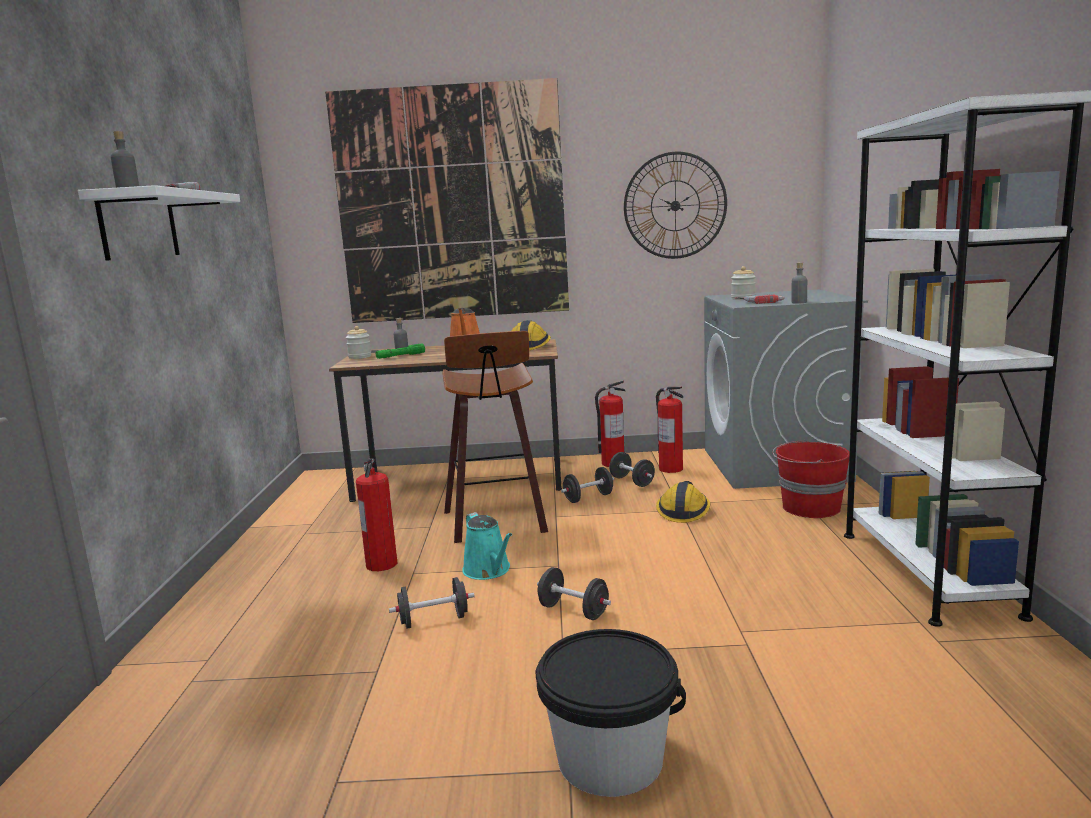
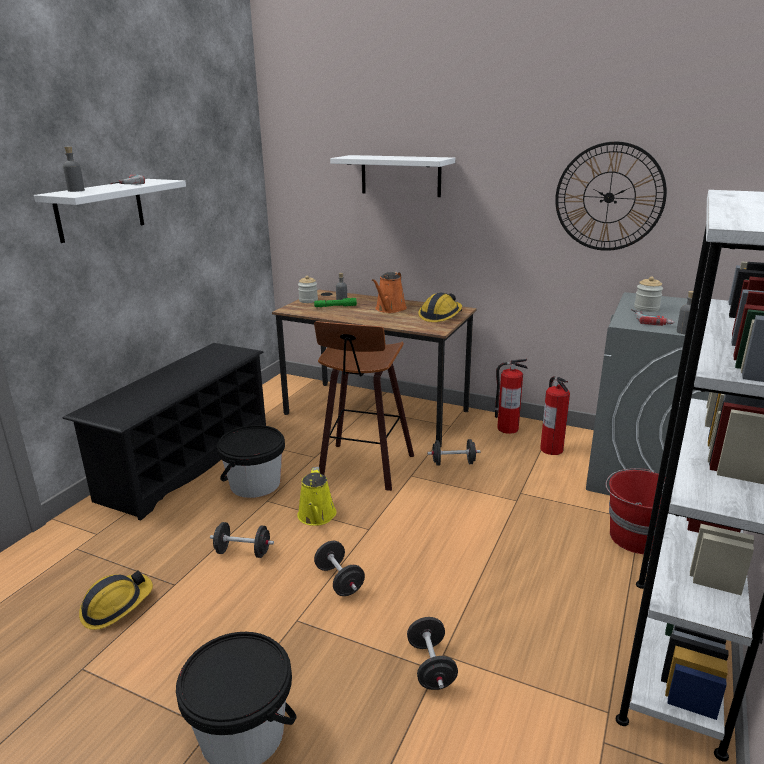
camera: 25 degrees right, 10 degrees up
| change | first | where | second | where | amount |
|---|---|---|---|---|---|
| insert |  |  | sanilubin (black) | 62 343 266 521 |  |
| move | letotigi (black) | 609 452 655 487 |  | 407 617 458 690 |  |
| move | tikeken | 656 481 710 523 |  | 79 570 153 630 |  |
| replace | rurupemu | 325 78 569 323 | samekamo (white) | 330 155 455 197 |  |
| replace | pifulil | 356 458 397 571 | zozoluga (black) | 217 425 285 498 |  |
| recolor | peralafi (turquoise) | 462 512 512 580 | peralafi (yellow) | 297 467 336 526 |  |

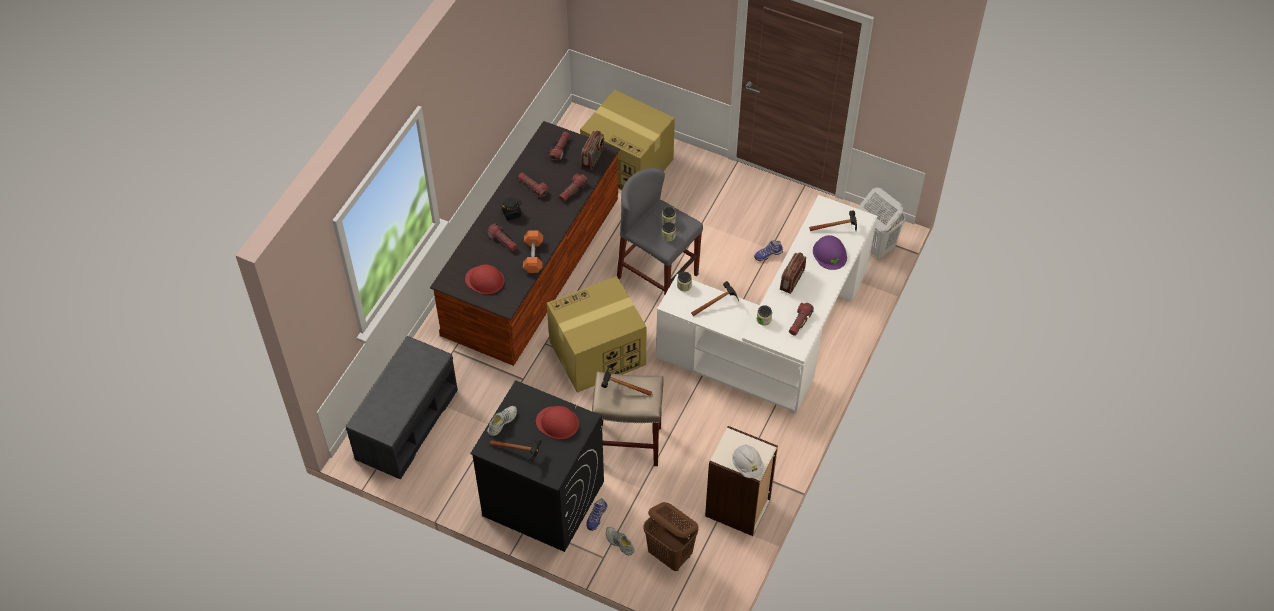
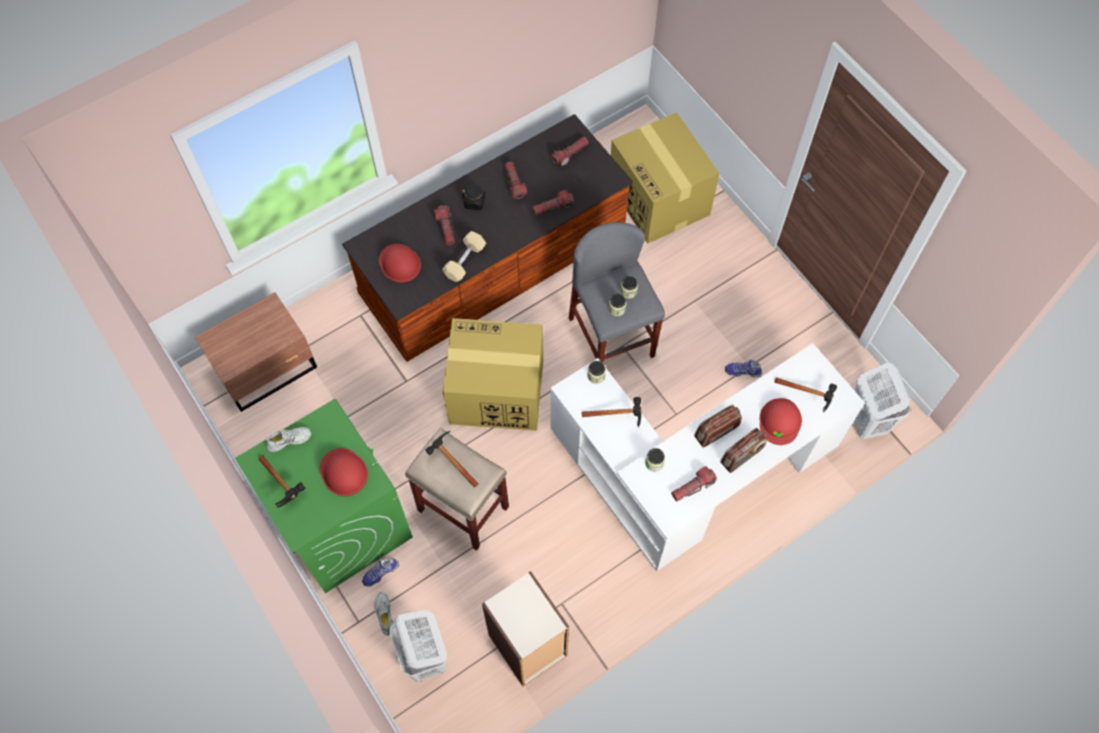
camera: 30 degrees right, 10 degrees up
| change | first | where | second | where | amount |
|---|---|---|---|---|---|
| delete | tikeken (white) | 732 444 764 478 |  |  |  |
| move | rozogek | 581 130 605 170 |  | 720 428 767 473 |  |
| replace | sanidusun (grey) | 346 336 458 480 | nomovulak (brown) | 195 292 317 412 |  |
| recolor | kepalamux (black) | 470 380 604 552 | kepalamux (green) | 235 399 413 593 |  |
| recolor | letotigi (orange) | 523 231 543 273 | letotigi (beige) | 442 231 486 282 |  |
| recolor | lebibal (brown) | 644 502 698 571 | lebibal (white) | 390 610 448 682 |  |
| recolor | tikeken (purple) | 813 235 847 270 | tikeken (red) | 760 398 802 445 |  |

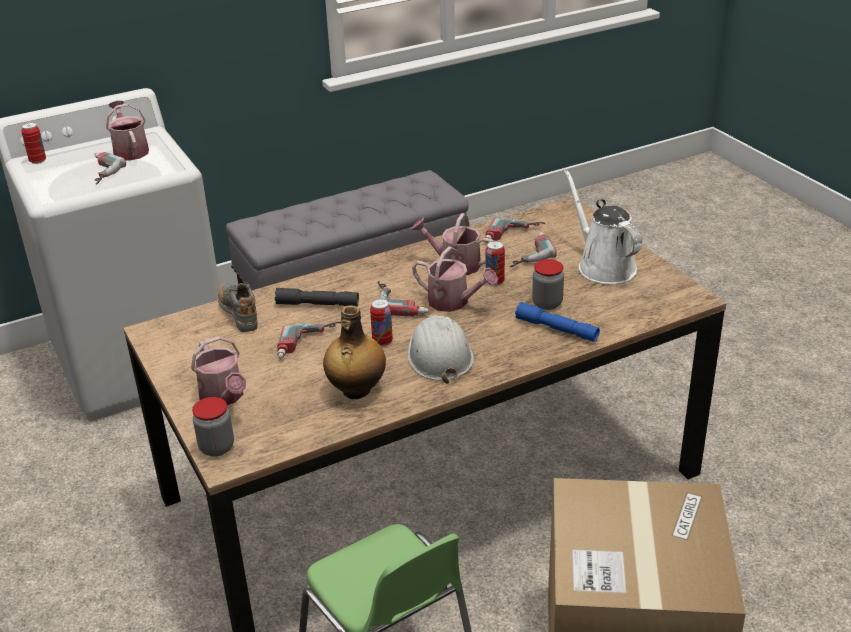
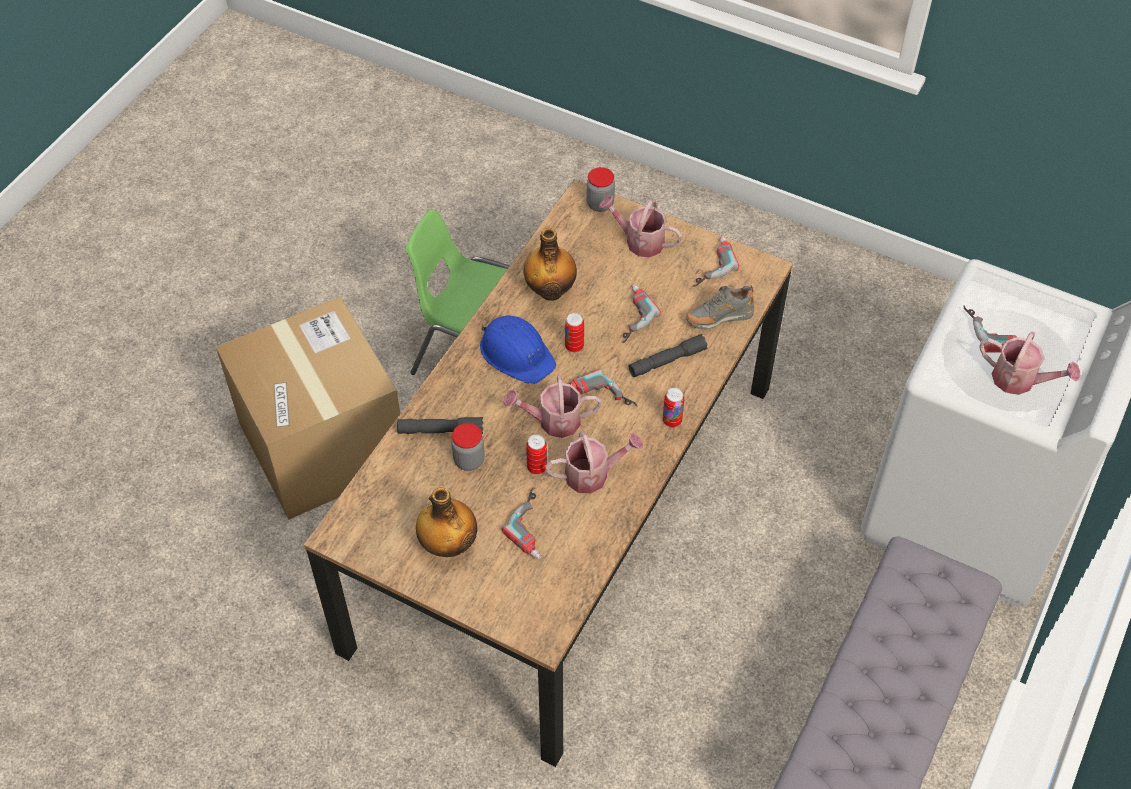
camera: 145 degrees right, 20 degrees up
| change | first | where | second | where | amount |
|---|---|---|---|---|---|
| move | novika | 21 122 46 164 |  | 663 388 685 427 |  |
| move | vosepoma | 485 218 545 243 |  | 693 236 739 287 |  |
| replace | peralafi (white) | 564 169 642 284 | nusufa | 416 487 477 557 |  |
| recolor | tikeken (white) | 408 315 474 384 | tikeken (blue) | 480 315 556 384 |  |
| recolor | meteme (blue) | 515 302 600 342 | meteme (grey) | 397 417 483 434 |  |
| rotate | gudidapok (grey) | 218 282 258 332 |  | 686 285 754 329 | 135 degrees clockwise |

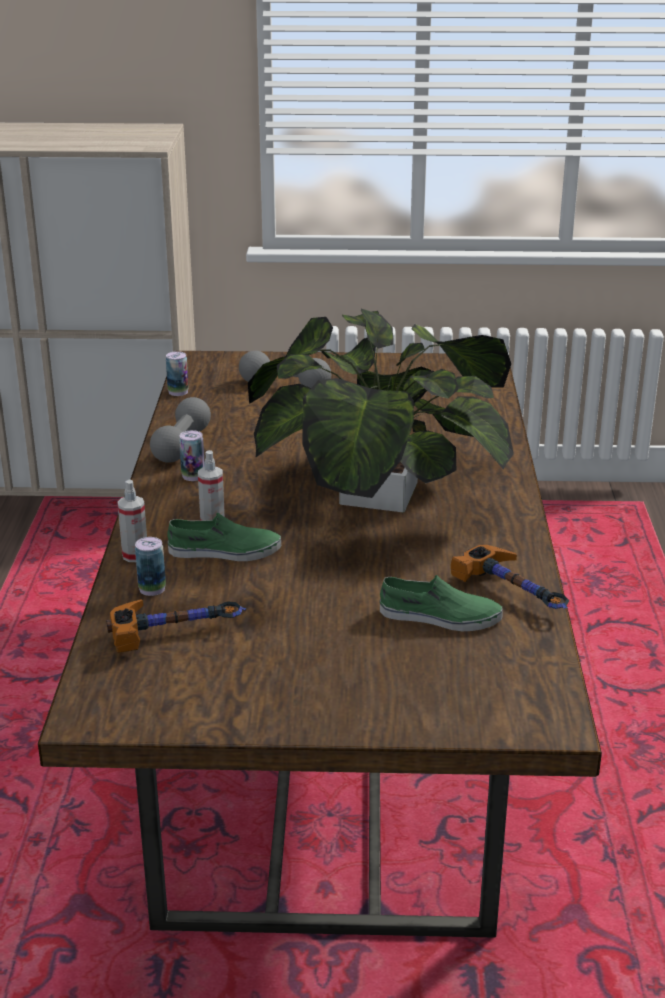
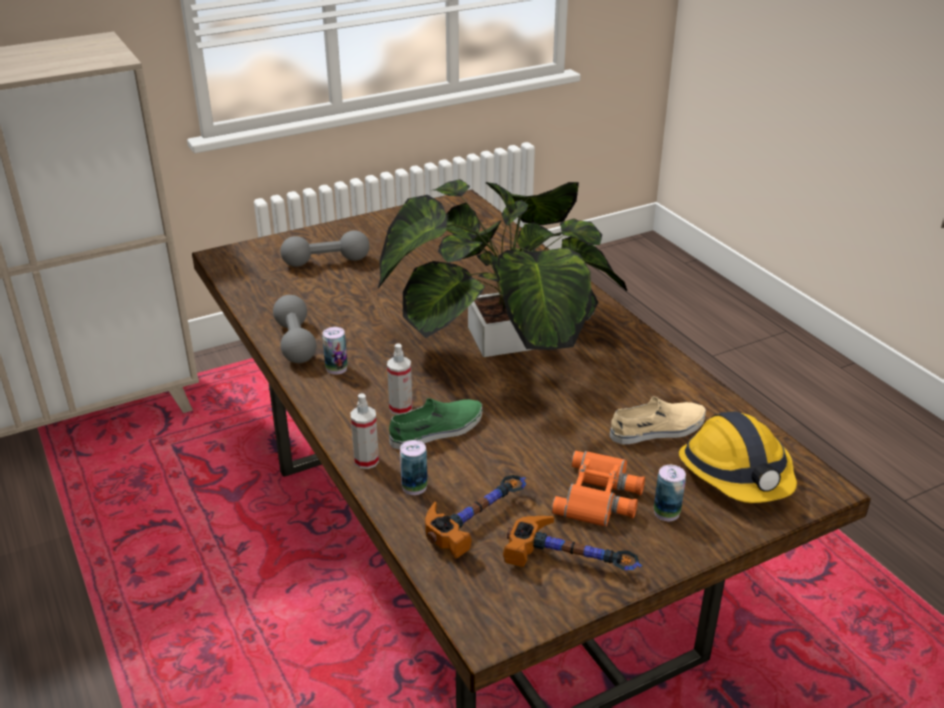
camera: 30 degrees left, 5 degrees up
| change | first | where | second | where | amount |
|---|---|---|---|---|---|
| insert |  |  | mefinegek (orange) | 552 451 645 527 |  |
| insert |  |  | tikeken | 679 411 797 503 |  |
| move | novika | 166 351 189 396 |  | 654 465 686 521 |  |
| move | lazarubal | 451 545 569 609 |  | 503 516 643 570 |  |
| recolor | gudidapok (green) | 380 575 503 631 | gudidapok (beige) | 610 397 706 444 |  |

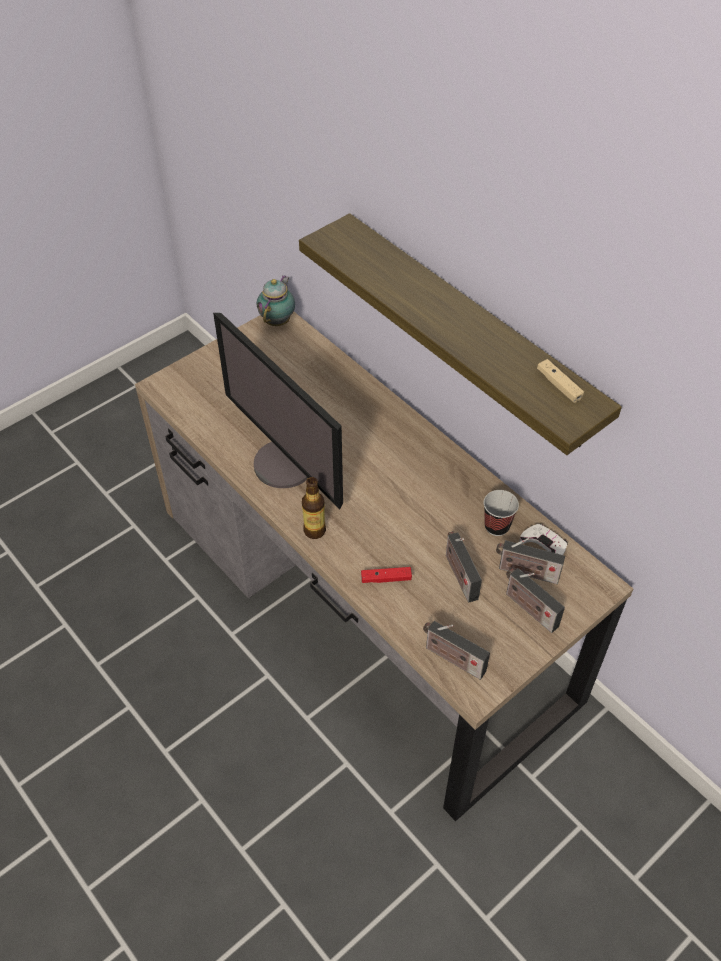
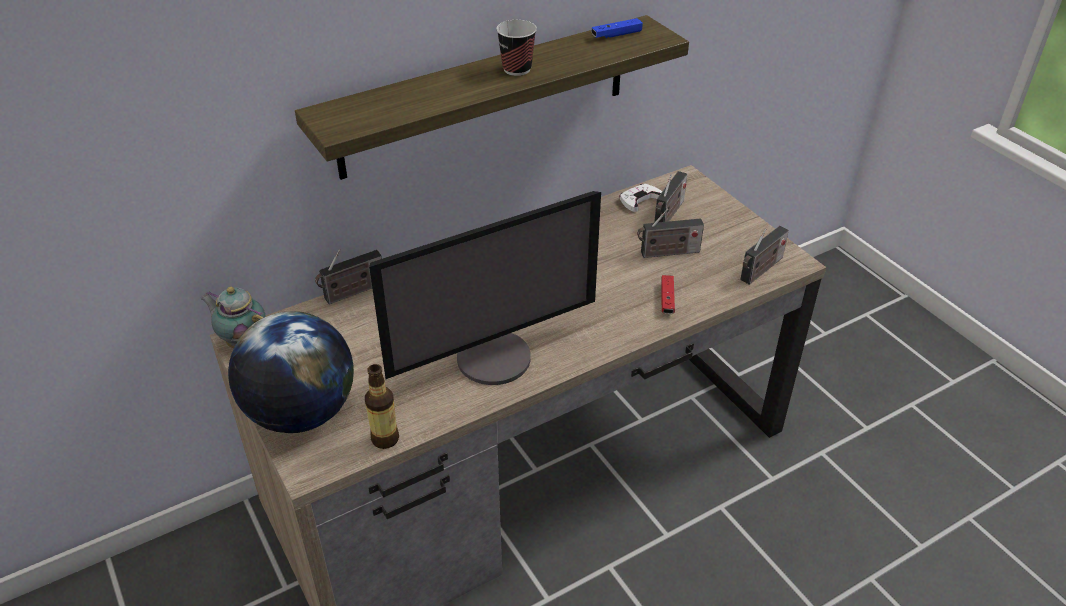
camera: 80 degrees left, 10 degrees down
| change | first | where | second | where | amount |
|---|---|---|---|---|---|
| insert |  |  | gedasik | 228 311 354 433 |  |
| move | nusufa | 302 477 326 539 |  | 365 364 399 449 |  |
| move | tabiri | 484 490 519 536 |  | 496 20 537 76 |  |
| move | rozogek | 506 568 565 633 |  | 315 249 382 304 |  |
| recolor | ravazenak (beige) | 537 359 584 403 | ravazenak (blue) | 592 18 643 38 |  |

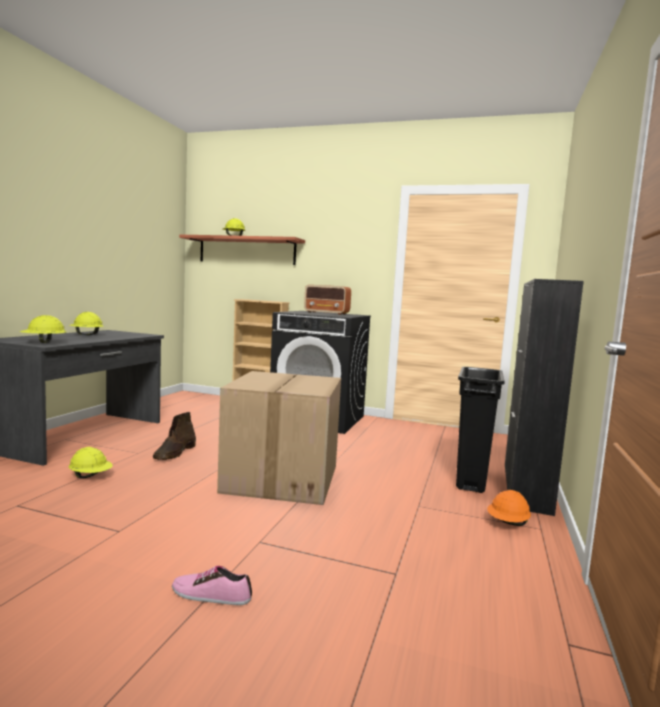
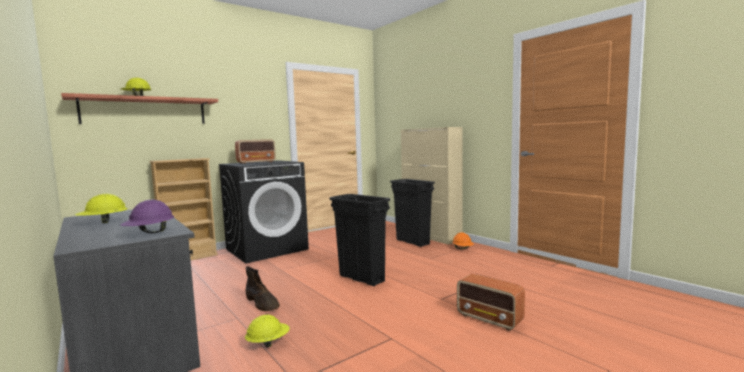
camera: 55 degrees left, 0 degrees up
| change | first | where | second | where | amount |
|---|---|---|---|---|---|
| replace | gudidapok | 172 566 252 605 | rozogek | 457 274 525 331 |  |
| replace | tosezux | 217 371 341 505 | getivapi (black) | 330 194 390 286 |  |
| recolor | tikeken (yellow) | 19 315 66 343 | tikeken (purple) | 120 200 174 233 |  |
| recolor | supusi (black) | 505 279 584 516 | supusi (beige) | 401 127 463 245 |  |

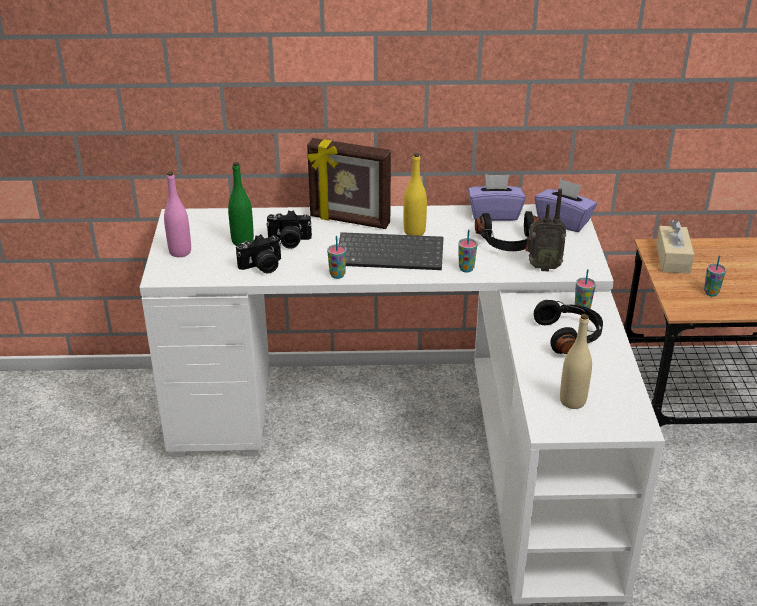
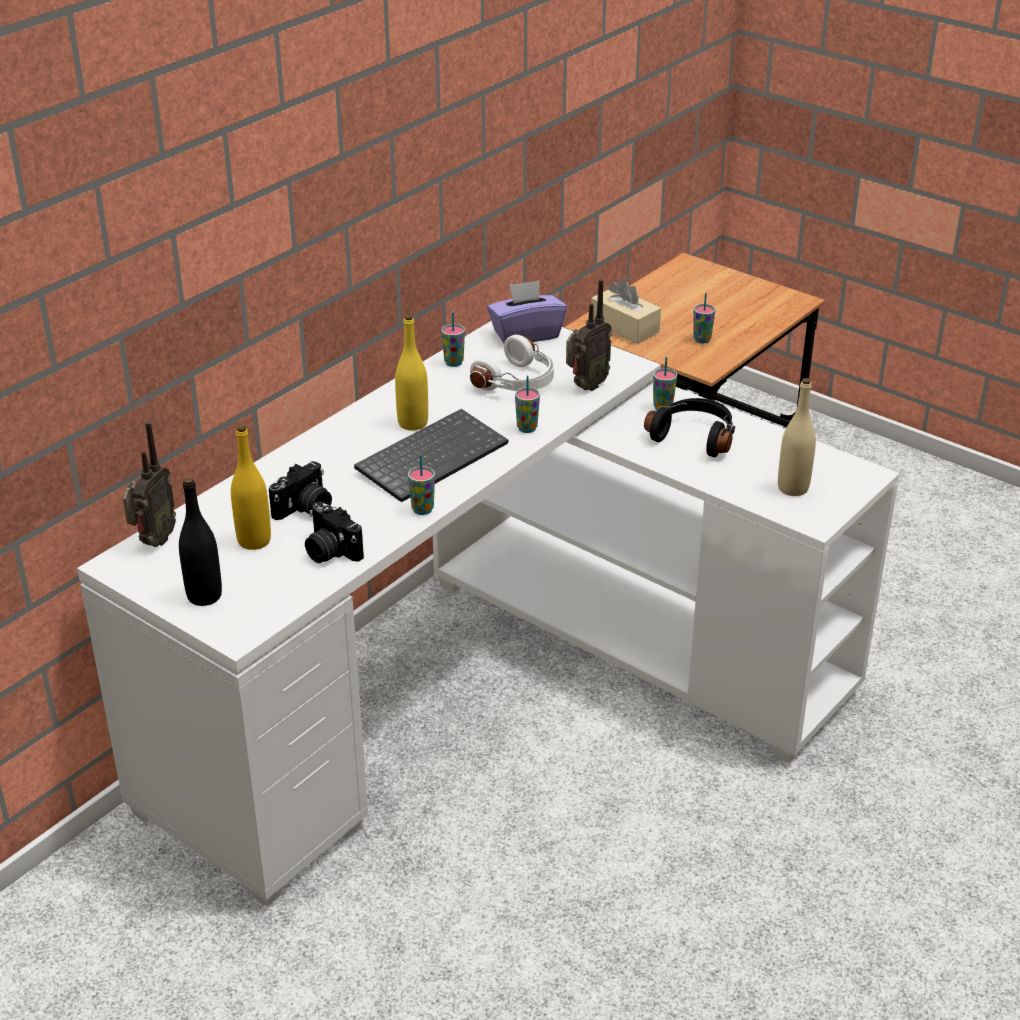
camera: 50 degrees left, 0 degrees up
| change | first | where | second | where | amount |
|---|---|---|---|---|---|
| delete | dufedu | 307 138 391 229 |  |  |  |
| insert |  |  | rozogek | 123 421 176 547 |  |
| replace | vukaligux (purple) | 468 174 526 221 | tabiri | 441 312 465 367 |  |
| recolor | nusufa (pink) | 164 171 191 257 | nusufa (black) | 179 477 222 606 |  |
| recolor | nusufa (green) | 228 162 254 246 | nusufa (yellow) | 231 425 271 550 |  |
| recolor | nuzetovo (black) | 475 211 540 251 | nuzetovo (white) | 470 335 554 391 |  |
| rotate | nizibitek | 236 234 281 274 |  | 305 502 364 563 | 120 degrees clockwise |

